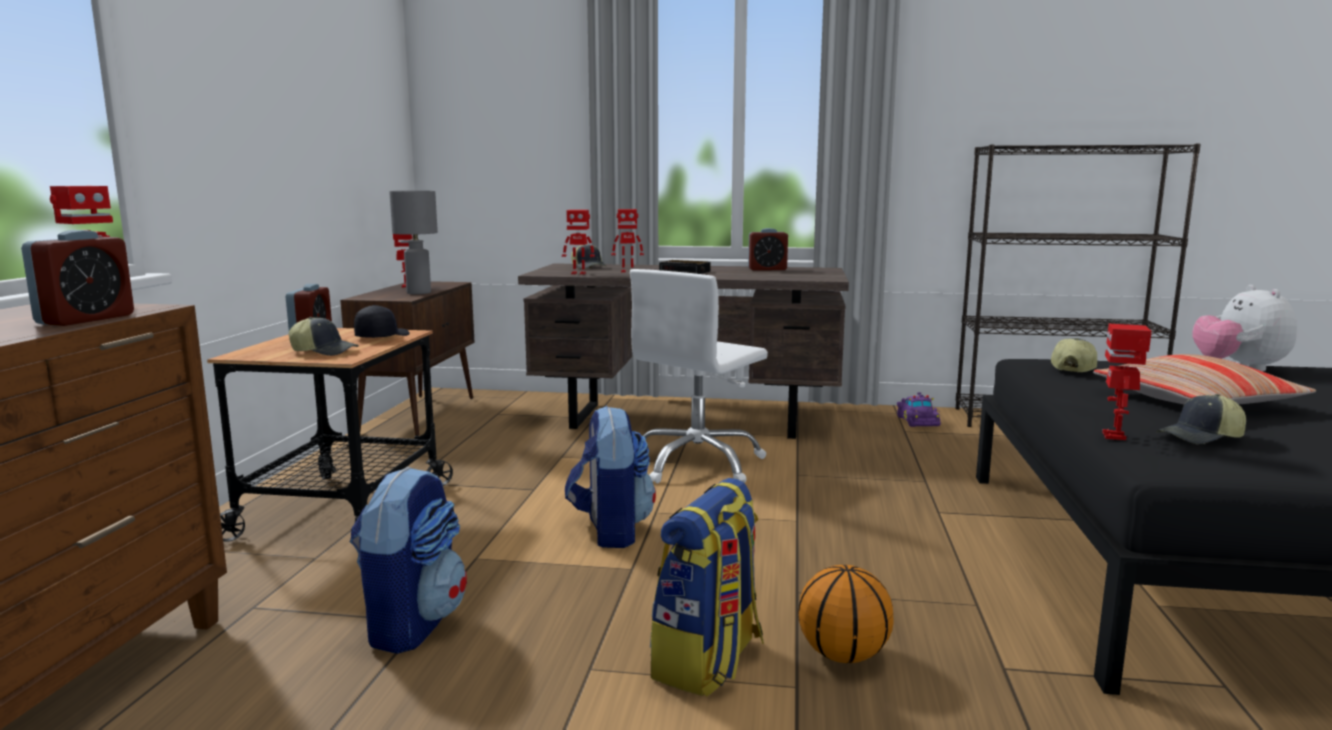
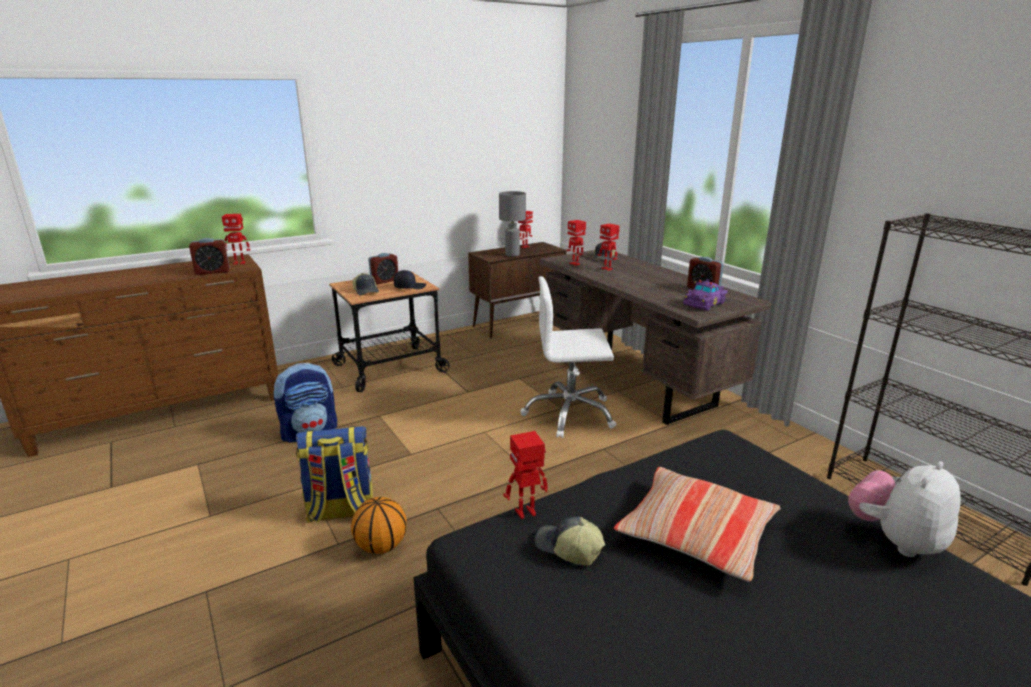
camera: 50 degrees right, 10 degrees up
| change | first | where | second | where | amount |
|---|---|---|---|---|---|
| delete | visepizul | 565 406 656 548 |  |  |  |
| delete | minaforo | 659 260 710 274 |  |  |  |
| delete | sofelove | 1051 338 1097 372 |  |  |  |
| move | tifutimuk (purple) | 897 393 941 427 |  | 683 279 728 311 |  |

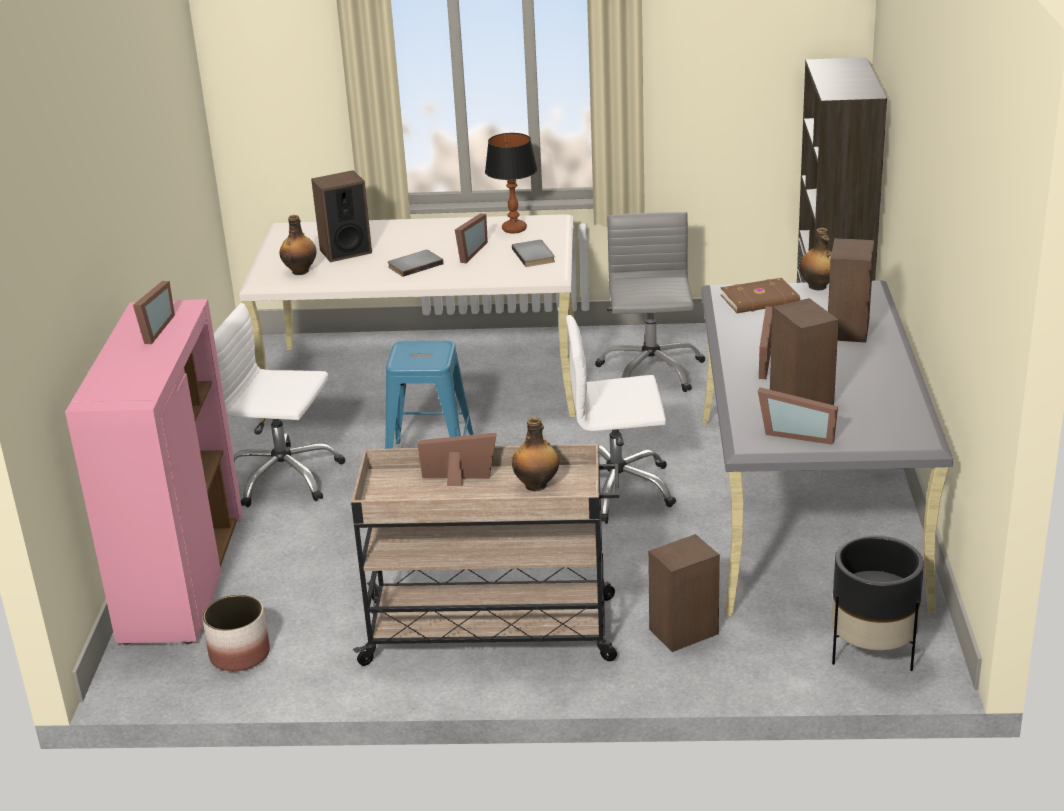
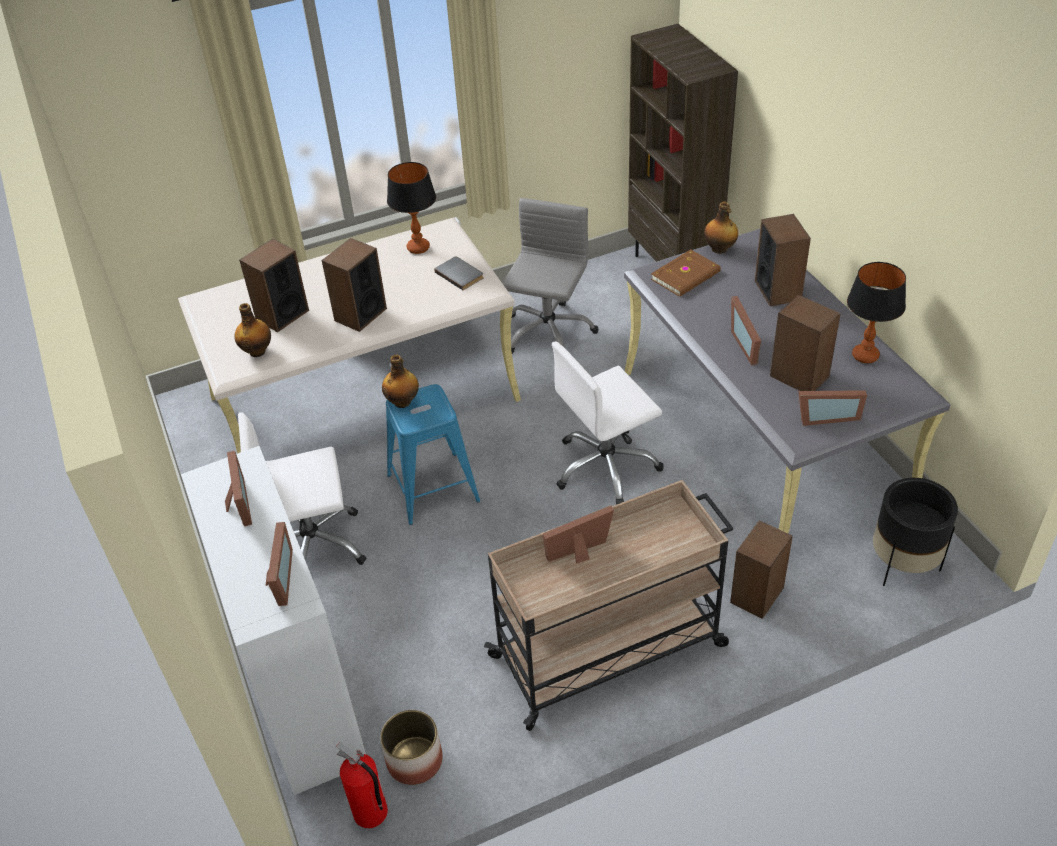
camera: 25 degrees left, 15 degrees up
| change | first | where | second | where | amount |
|---|---|---|---|---|---|
| insert |  |  | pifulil | 336 742 388 828 |  |
| insert |  |  | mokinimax | 847 262 906 363 |  |
| move | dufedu | 455 213 488 263 |  | 265 522 293 606 |  |
| move | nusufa | 512 417 559 491 |  | 382 355 419 408 |  |
| replace | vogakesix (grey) | 388 250 444 277 | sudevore | 322 238 387 332 |  |
| recolor | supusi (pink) | 65 299 243 645 | supusi (white) | 181 446 367 795 |  |
| rotate | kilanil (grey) | 595 212 705 392 |  | 502 198 598 354 | 45 degrees clockwise |

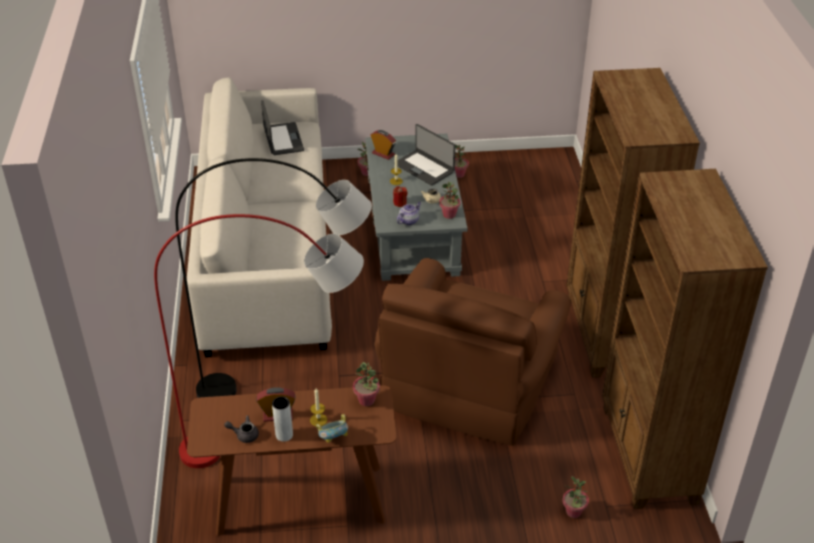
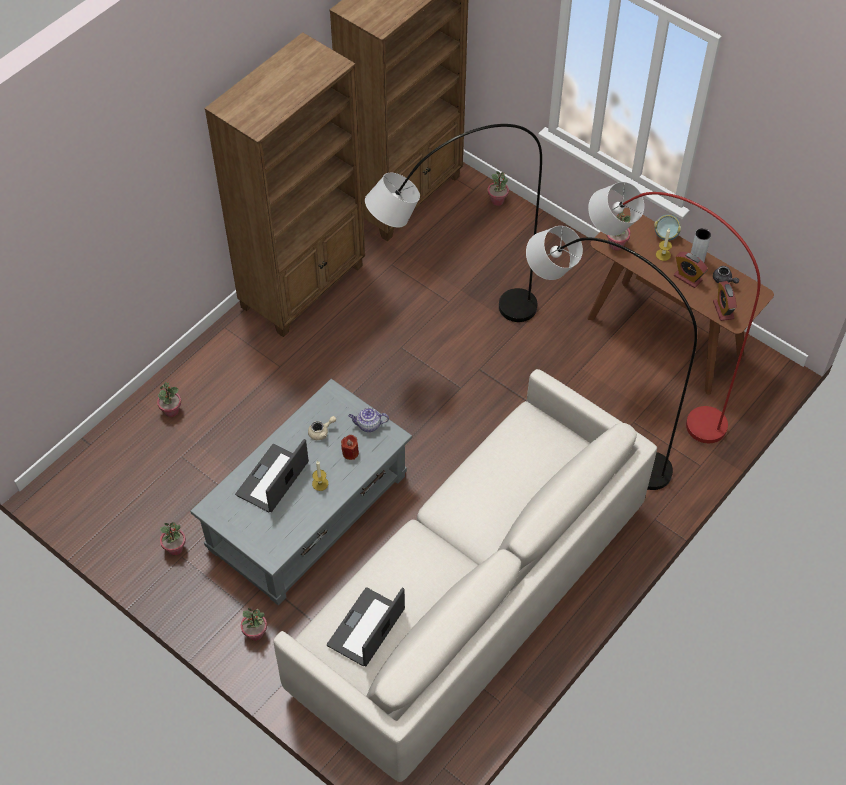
camera: 135 degrees left, 15 degrees up
| change | first | where | second | where | amount |
|---|---|---|---|---|---|
| move | minaforo | 371 130 396 160 |  | 713 281 737 321 |  |
| move | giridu | 439 182 460 219 |  | 157 382 181 417 |  |
| replace | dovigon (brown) | 375 258 571 446 | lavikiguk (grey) | 365 124 542 322 |  |
| rotate | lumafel | 394 124 456 186 |  | 235 439 309 513 | 150 degrees counterclockwise |

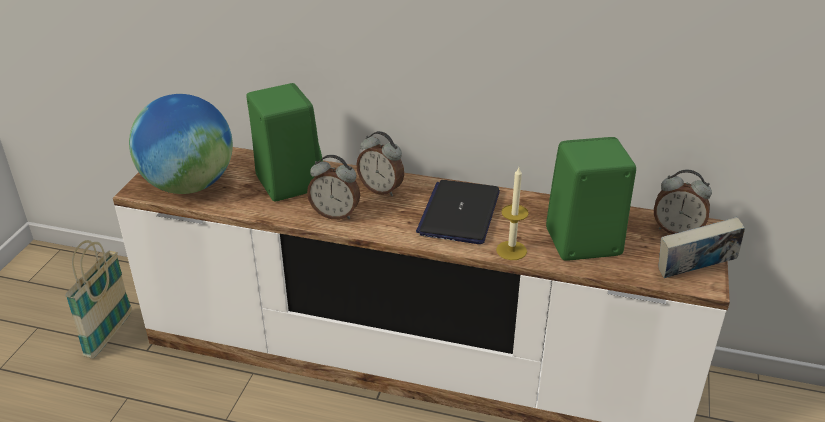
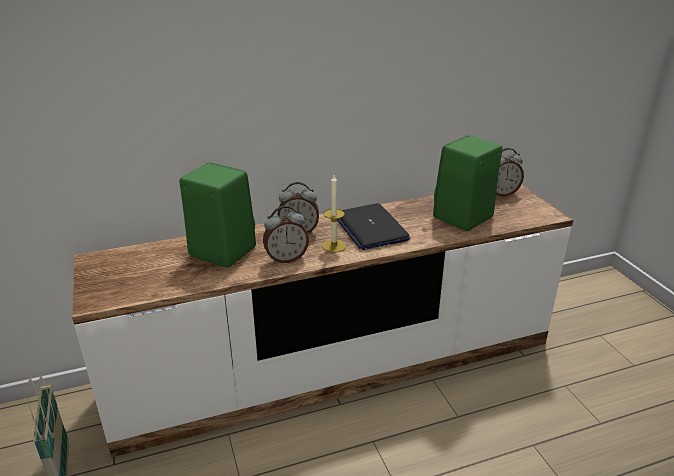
camera: 35 degrees left, 5 degrees down
| change | first | where | second | where | amount |
|---|---|---|---|---|---|
| delete | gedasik | 129 94 233 194 |  |  |  |
| delete | vogakesix | 658 217 745 278 |  |  |  |
| move | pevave | 496 167 529 260 |  | 322 175 346 253 |  |

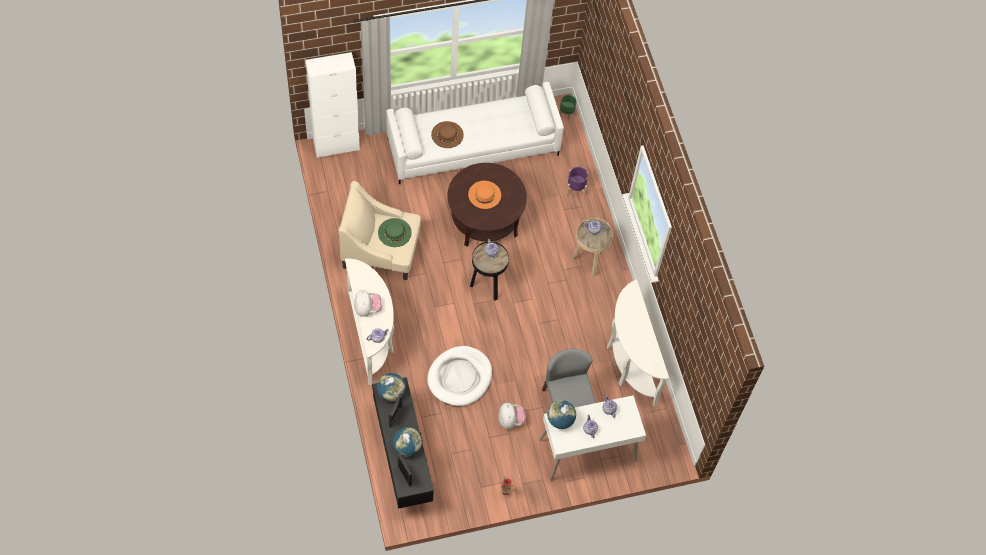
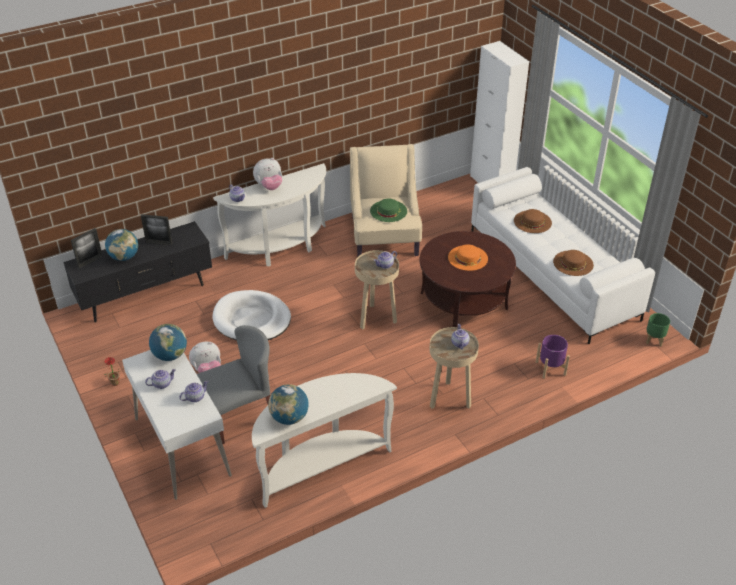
camera: 80 degrees right, 20 degrees down
| change | first | where | second | where | amount |
|---|---|---|---|---|---|
| insert |  |  | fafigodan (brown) | 553 250 594 276 |  |
| move | gedasik | 377 373 406 402 |  | 268 384 309 425 |  |
| recolor | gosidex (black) | 470 242 509 300 | gosidex (beige) | 355 250 399 329 |  |

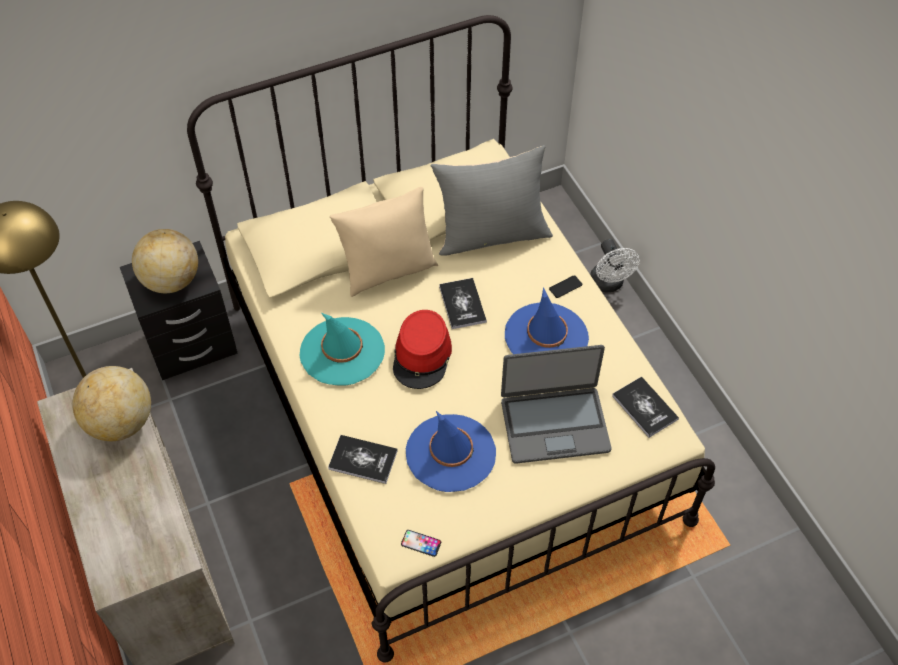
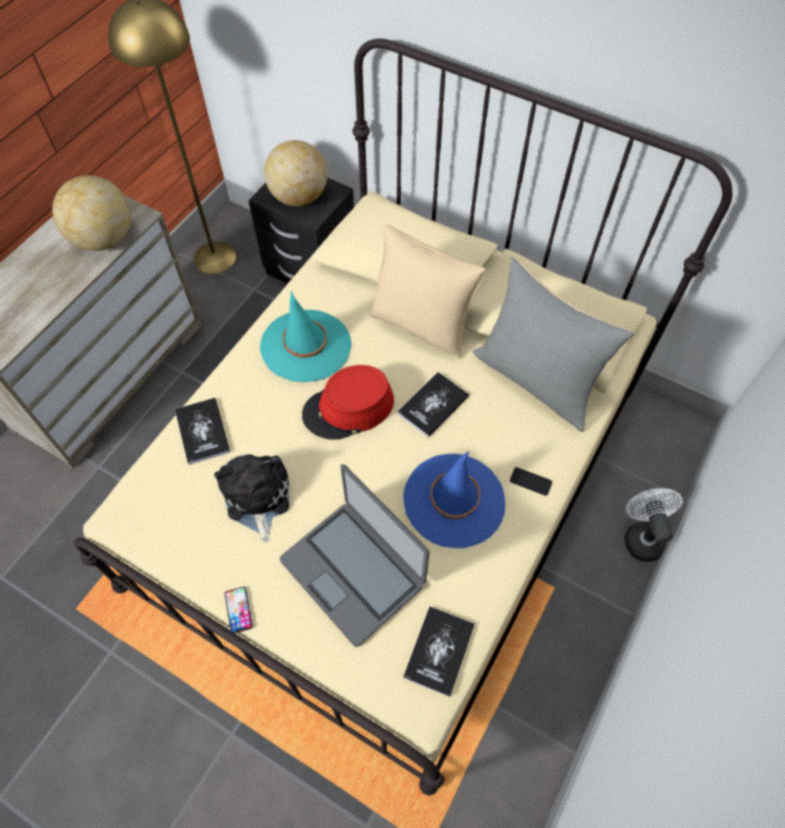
camera: 55 degrees right, 5 degrees up
| change | first | where | second | where | amount |
|---|---|---|---|---|---|
| move | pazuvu | 401 530 441 557 |  | 225 587 253 634 |  |
| replace | fafigodan (blue) | 406 411 496 492 | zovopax | 214 454 290 542 |  |
| rotate | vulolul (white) | 590 239 640 293 |  | 624 488 682 562 | 135 degrees clockwise |

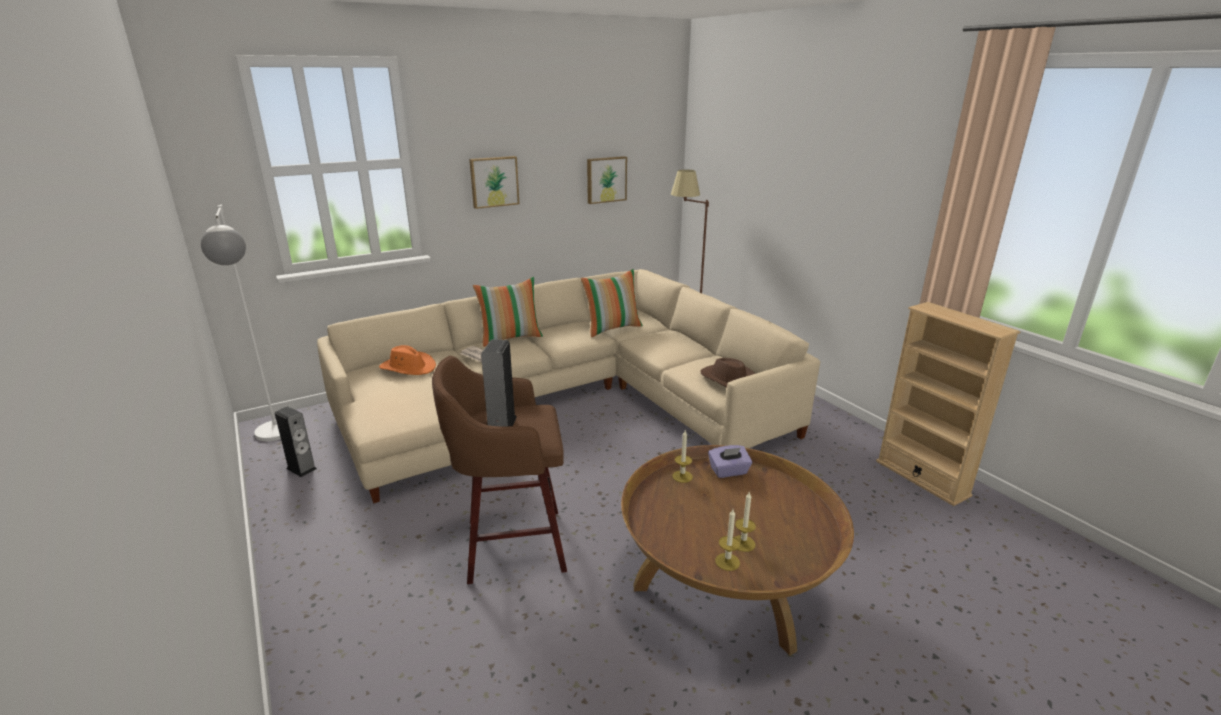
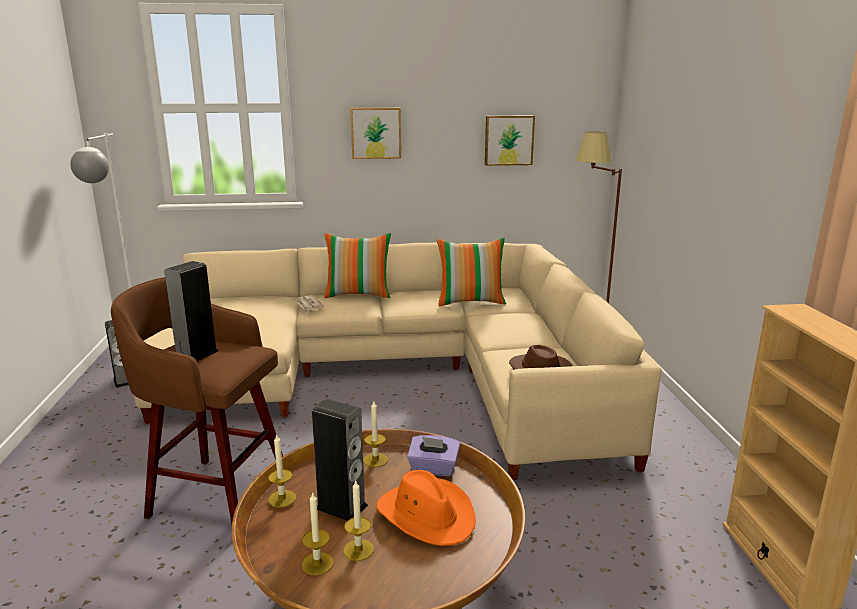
camera: 25 degrees right, 5 degrees down
| change | first | where | second | where | amount |
|---|---|---|---|---|---|
| insert |  |  | pevave | 268 434 296 508 |  |
| insert |  |  | sudevore | 312 399 368 521 |  |
| move | fafigodan (orange) | 379 345 436 375 |  | 376 470 476 546 |  |

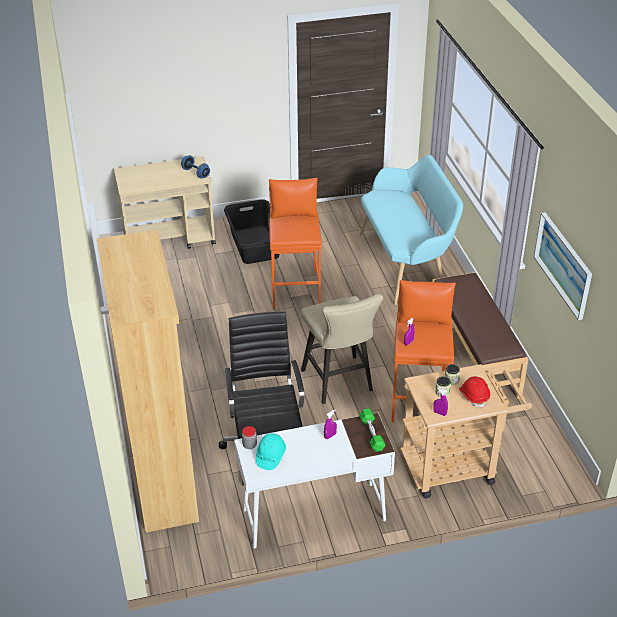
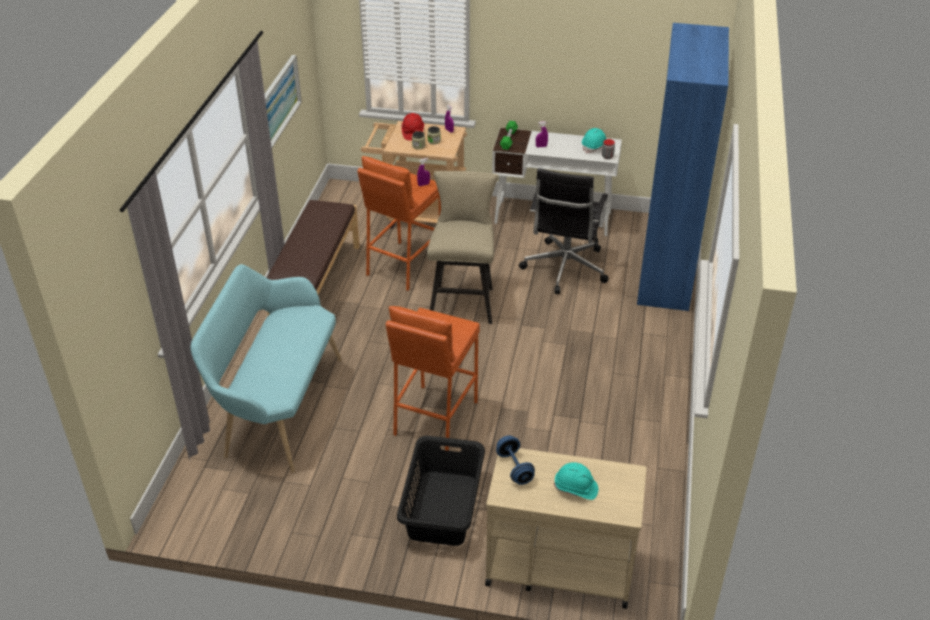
camera: 155 degrees left, 0 degrees up
| change | first | where | second | where | amount |
|---|---|---|---|---|---|
| insert |  |  | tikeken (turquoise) | 554 462 598 500 |  |
| recolor | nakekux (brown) | 97 230 199 533 | nakekux (blue) | 637 23 729 311 |  |

